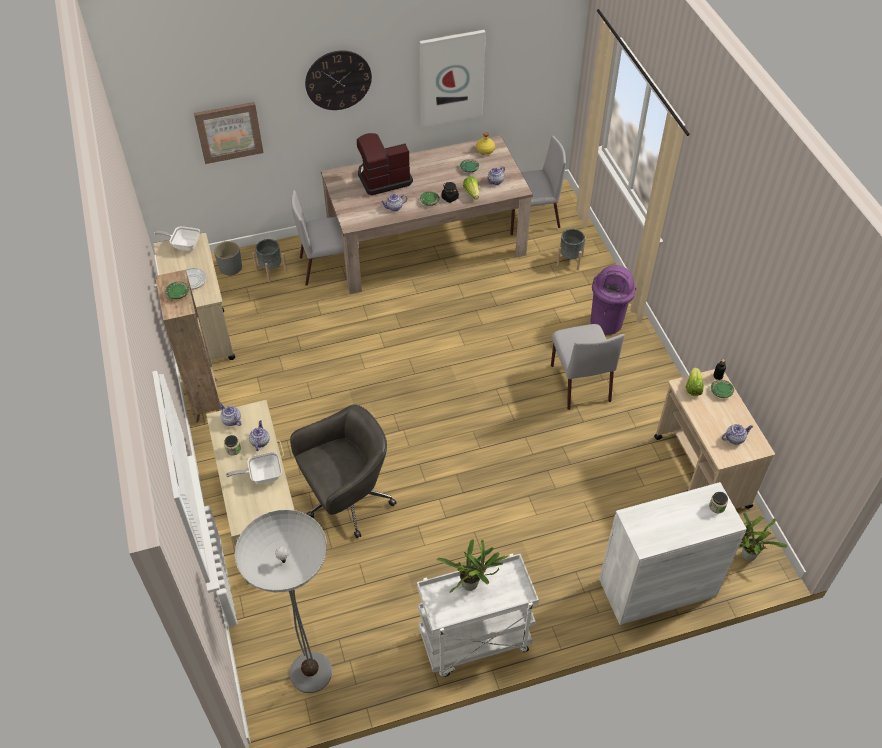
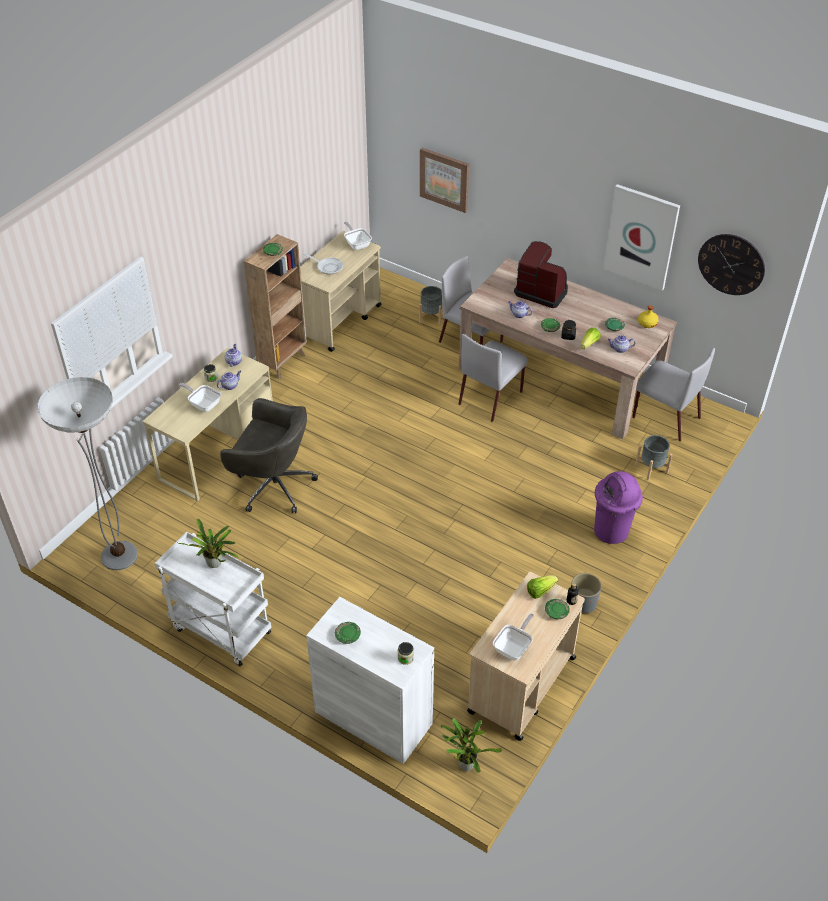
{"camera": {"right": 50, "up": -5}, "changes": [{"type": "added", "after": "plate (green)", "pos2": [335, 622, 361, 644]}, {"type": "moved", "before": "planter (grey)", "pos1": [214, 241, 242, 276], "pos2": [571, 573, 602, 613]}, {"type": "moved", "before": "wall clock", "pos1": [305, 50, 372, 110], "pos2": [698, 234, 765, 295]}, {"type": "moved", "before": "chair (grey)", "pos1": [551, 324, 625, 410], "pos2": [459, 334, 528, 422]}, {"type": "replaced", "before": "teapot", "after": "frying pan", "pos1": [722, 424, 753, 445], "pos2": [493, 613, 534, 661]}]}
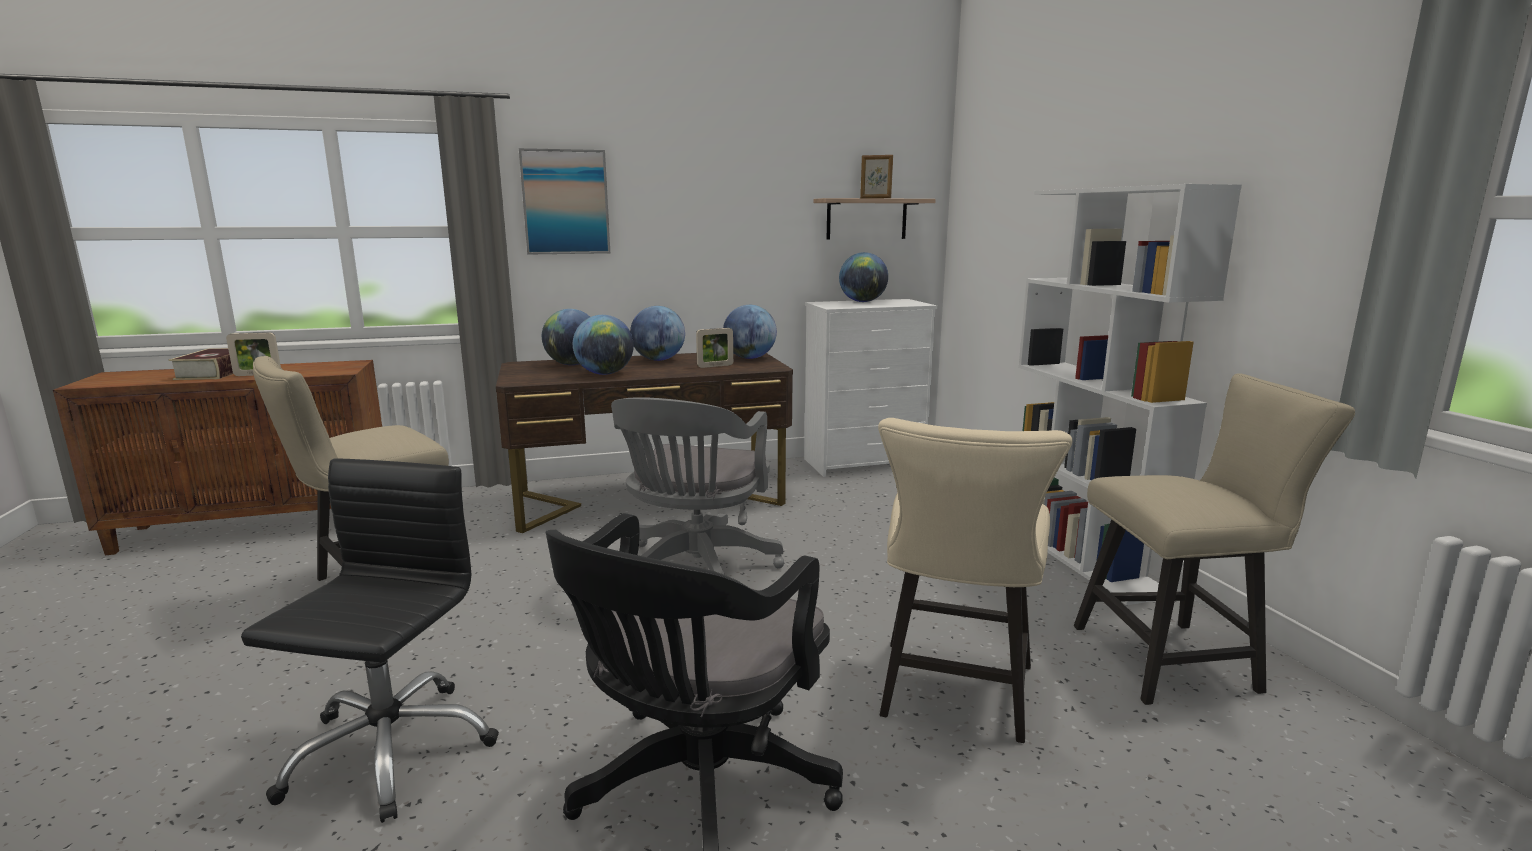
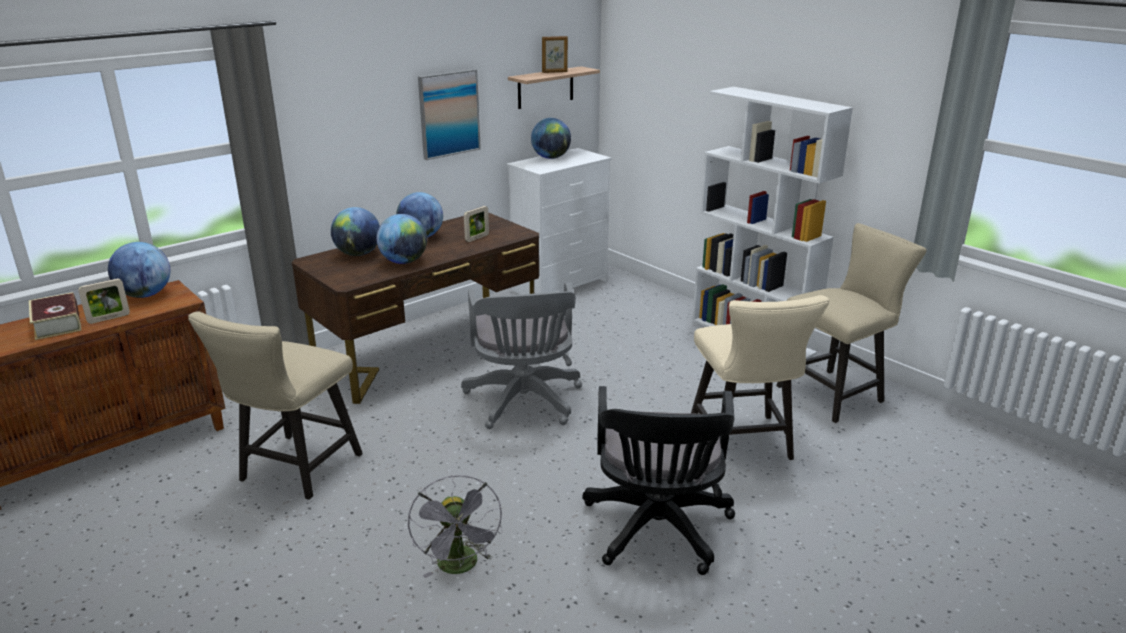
{"camera": {"right": -25, "up": 10}, "changes": [{"type": "moved", "before": "picture", "pos1": [519, 148, 610, 255], "pos2": [418, 69, 481, 160]}, {"type": "moved", "before": "globe", "pos1": [723, 305, 777, 359], "pos2": [108, 242, 170, 298]}, {"type": "replaced", "before": "office chair (black)", "after": "fan (grey)", "pos1": [241, 458, 499, 823], "pos2": [408, 475, 502, 578]}]}
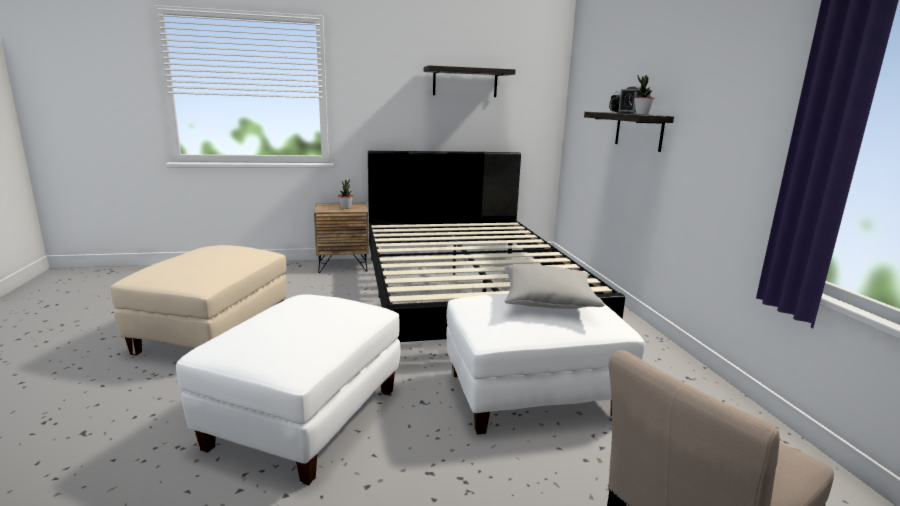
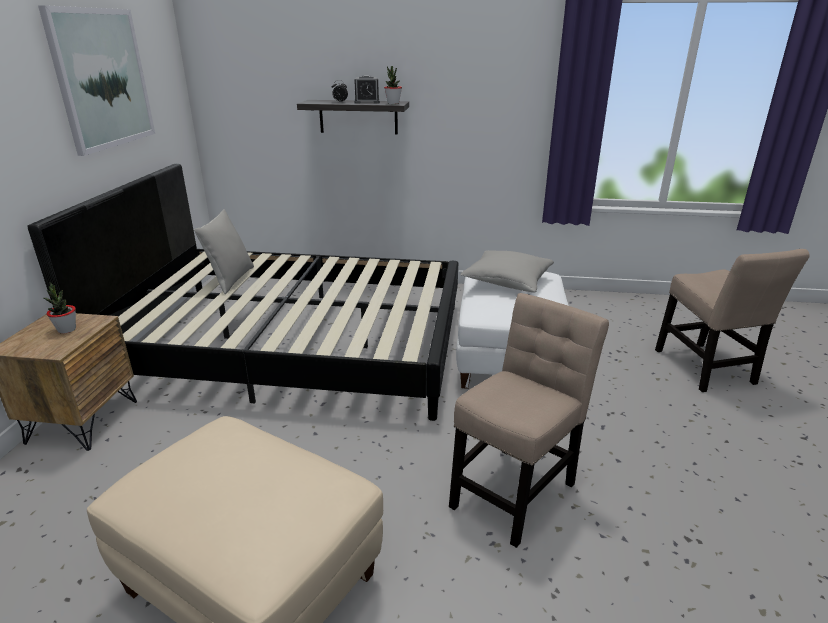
{"camera": {"right": -70, "up": 10}, "changes": [{"type": "added", "after": "pillow (grey)", "pos2": [194, 209, 254, 294]}, {"type": "replaced", "before": "ottoman (white)", "after": "chair (beige)", "pos1": [176, 295, 401, 485], "pos2": [449, 293, 609, 548]}, {"type": "replaced", "before": "shelf", "after": "picture", "pos1": [424, 65, 516, 97], "pos2": [38, 5, 155, 156]}]}
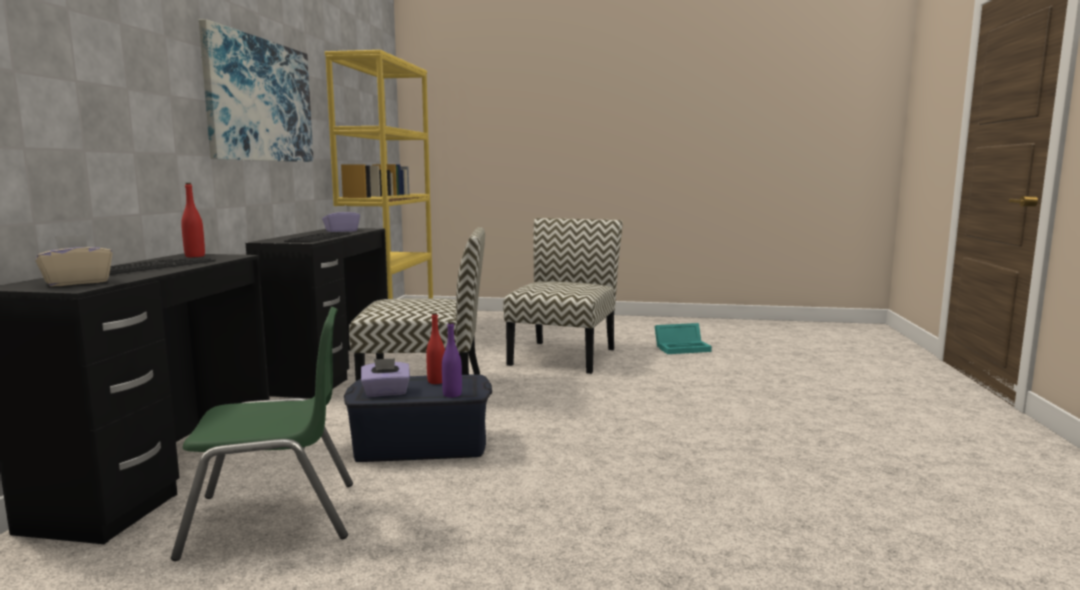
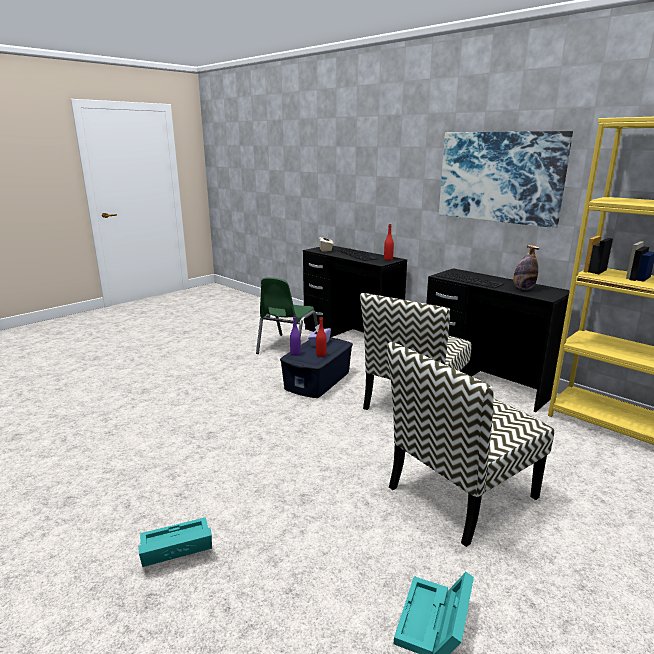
{"camera": {"right": 125, "up": 10}, "changes": [{"type": "added", "after": "storage box (turquoise)", "pos2": [138, 517, 212, 567]}, {"type": "replaced", "before": "tissue box (purple)", "after": "bottle", "pos1": [322, 205, 360, 232], "pos2": [513, 245, 539, 290]}, {"type": "turned", "before": "chair", "pos1": [504, 218, 623, 374], "pos2": [387, 342, 554, 547], "turn": 90}]}
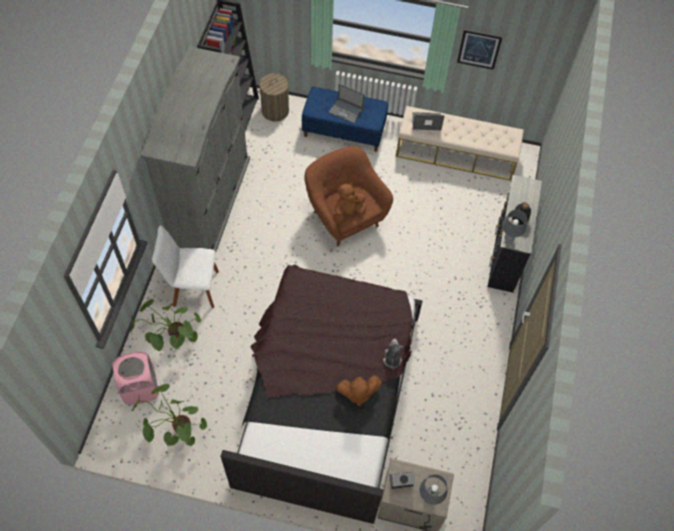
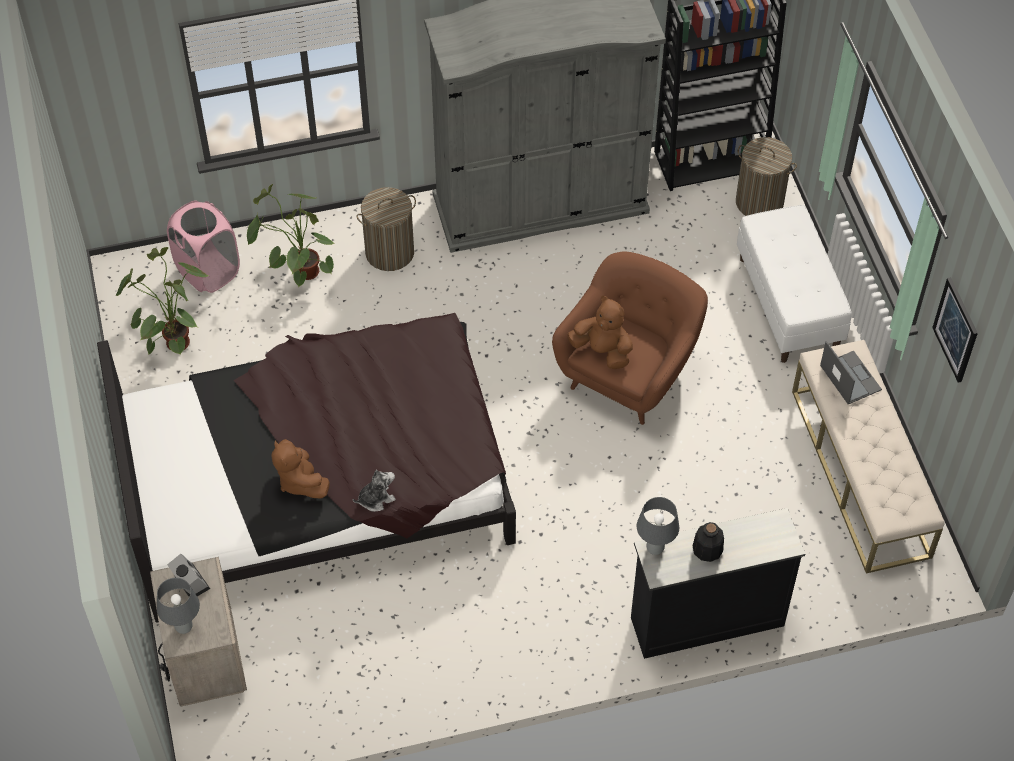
{"camera": {"right": 65, "up": -5}, "changes": [{"type": "removed", "before": "laptop", "pos1": [329, 84, 365, 123]}, {"type": "replaced", "before": "chair (white)", "after": "laundry basket", "pos1": [152, 225, 219, 308], "pos2": [356, 187, 416, 271]}, {"type": "recoloured", "before": "bench (blue)", "after": "bench (white)", "pos1": [302, 87, 388, 152], "pos2": [737, 205, 852, 363]}]}
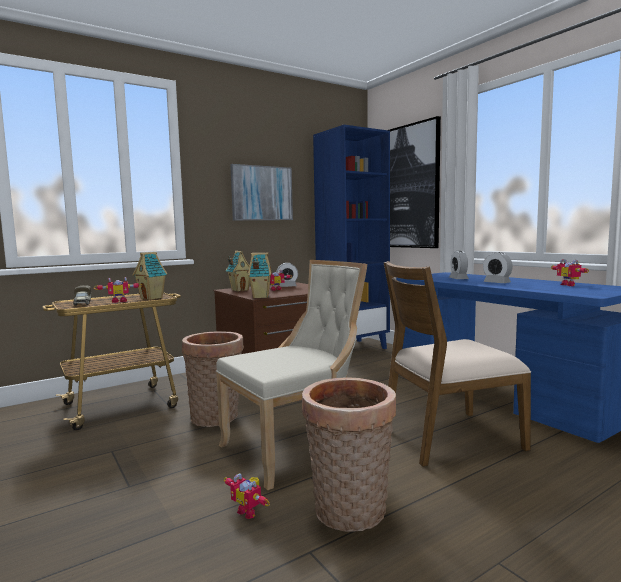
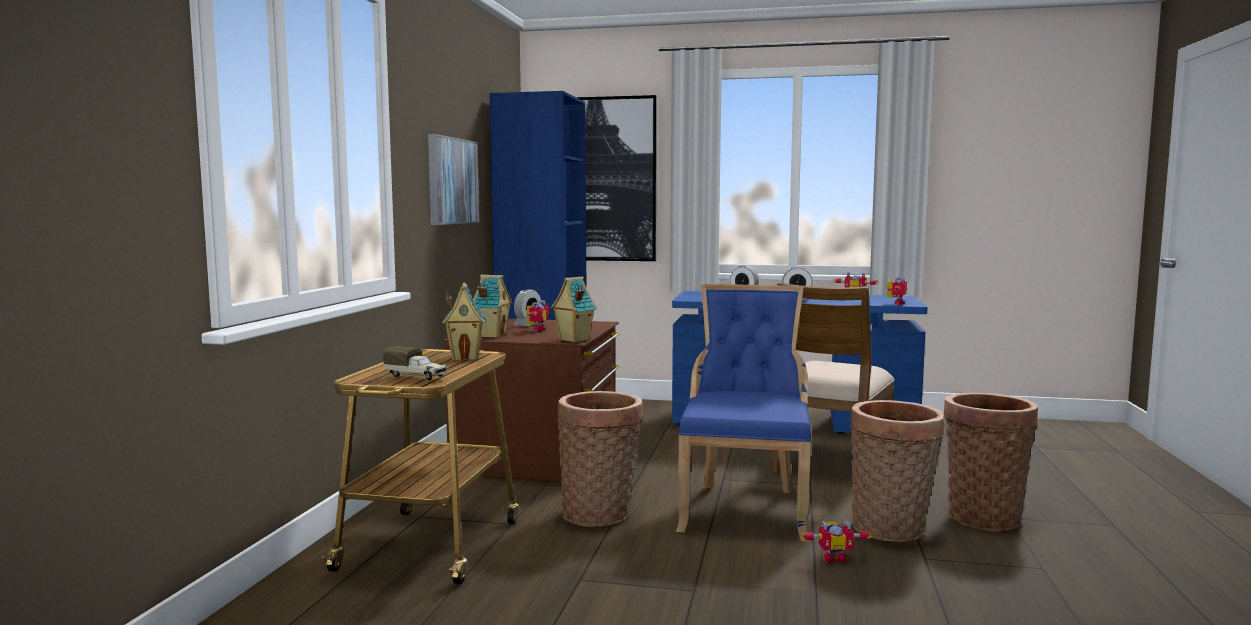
{"camera": {"right": -45, "up": 0}, "changes": [{"type": "added", "after": "basket", "pos2": [944, 393, 1038, 532]}, {"type": "moved", "before": "toy robot", "pos1": [94, 277, 142, 303], "pos2": [887, 276, 907, 305]}, {"type": "recoloured", "before": "chair (beige)", "after": "chair (blue)", "pos1": [216, 260, 367, 490], "pos2": [676, 284, 812, 542]}]}
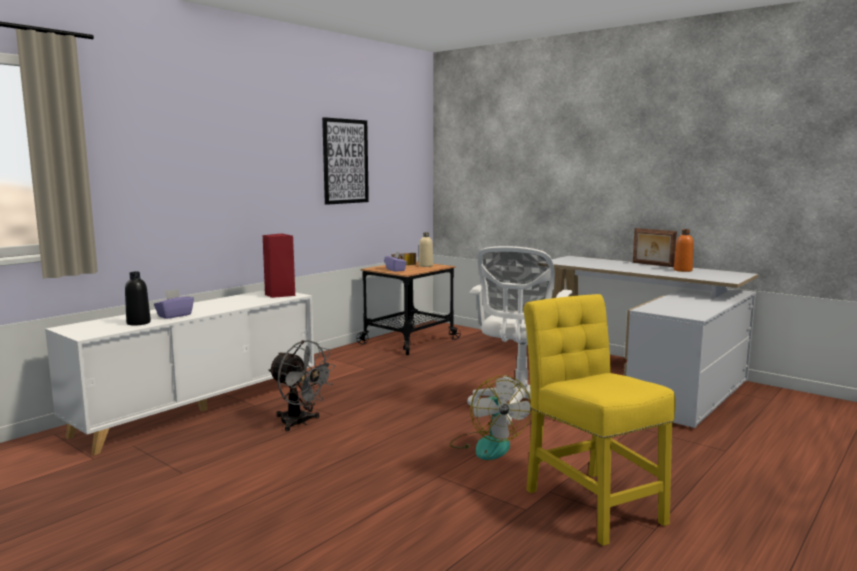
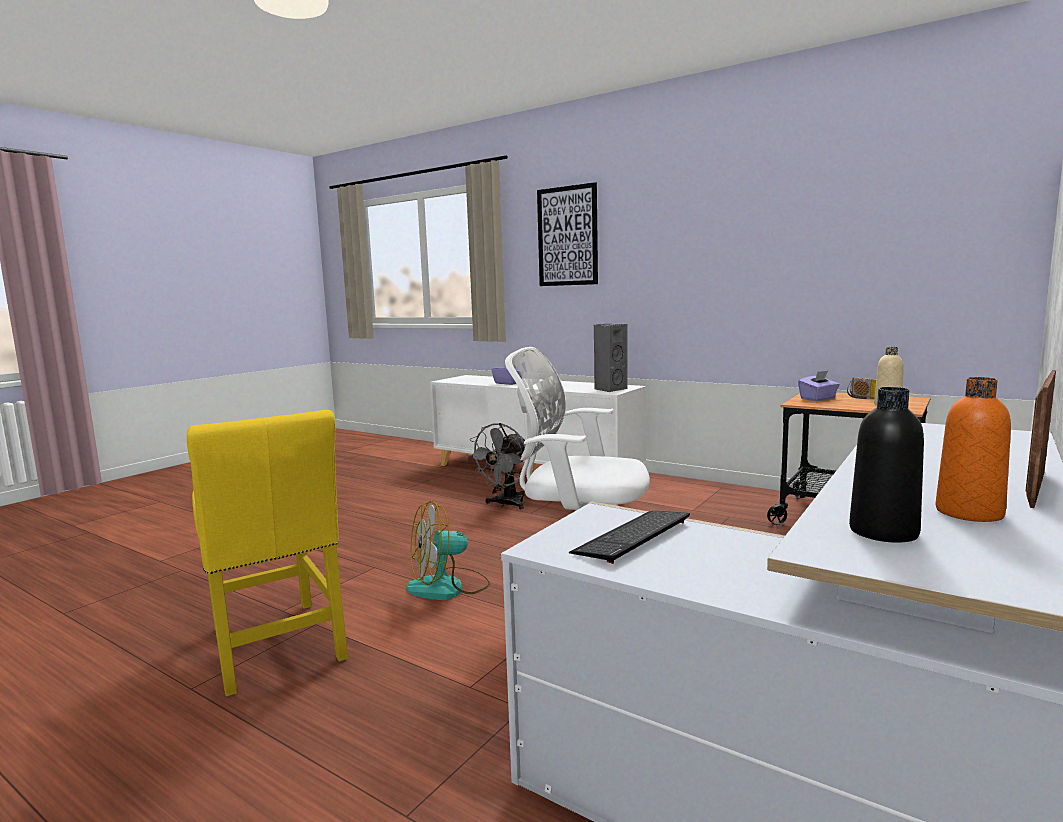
{"camera": {"right": 85, "up": 0}, "changes": [{"type": "added", "after": "keyboard", "pos2": [569, 511, 690, 564]}, {"type": "moved", "before": "bottle (black)", "pos1": [125, 272, 151, 326], "pos2": [849, 387, 924, 542]}, {"type": "moved", "before": "picture", "pos1": [322, 117, 369, 205], "pos2": [537, 182, 598, 286]}, {"type": "recoloured", "before": "speaker (red)", "after": "speaker (grey)", "pos1": [263, 233, 295, 298], "pos2": [594, 324, 628, 392]}, {"type": "turned", "before": "chair (yellow)", "pos1": [524, 294, 676, 546], "pos2": [187, 410, 348, 697], "turn": 90}]}
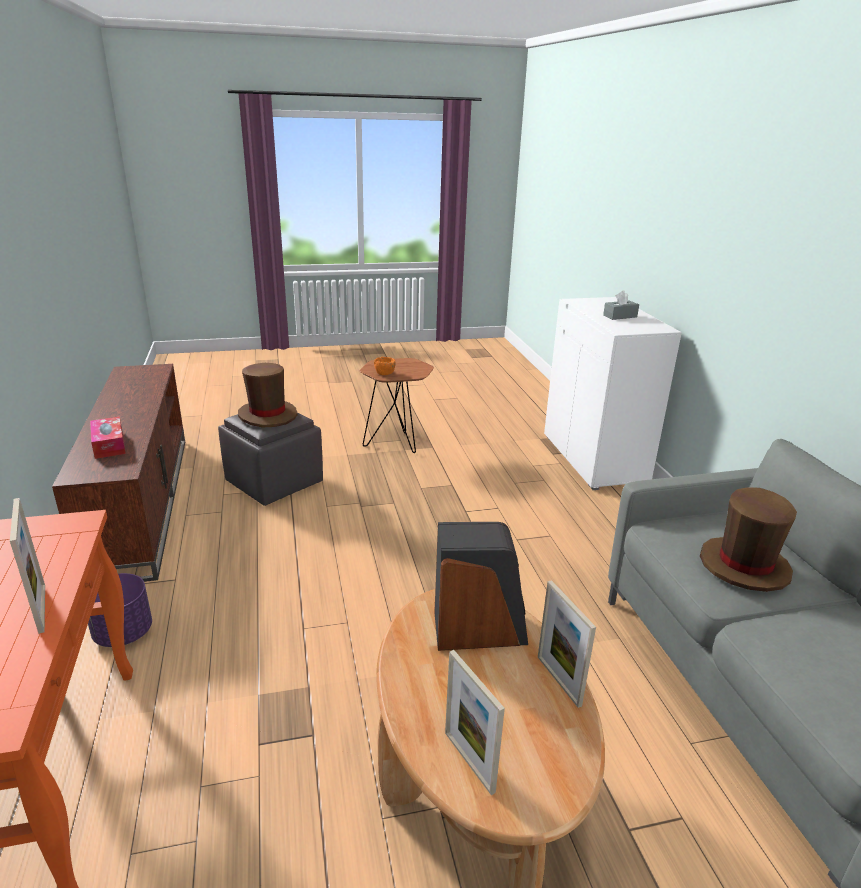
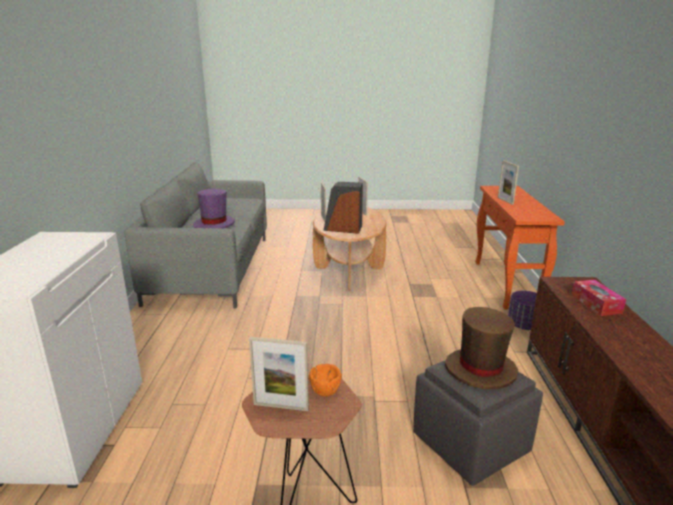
{"camera": {"right": -165, "up": -5}, "changes": [{"type": "removed", "before": "tissue box (grey)", "pos1": [603, 291, 639, 320]}, {"type": "added", "after": "picture frame", "pos2": [249, 337, 309, 411]}, {"type": "recoloured", "before": "hat (brown)", "after": "hat (purple)", "pos1": [700, 487, 797, 592], "pos2": [193, 188, 235, 228]}]}
